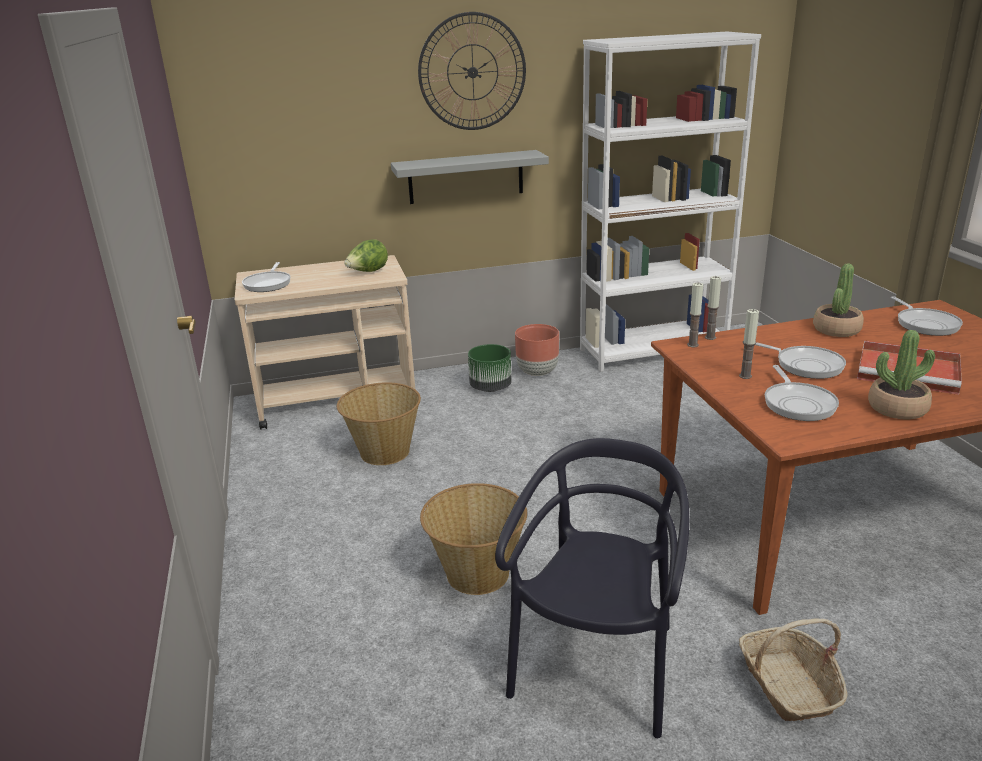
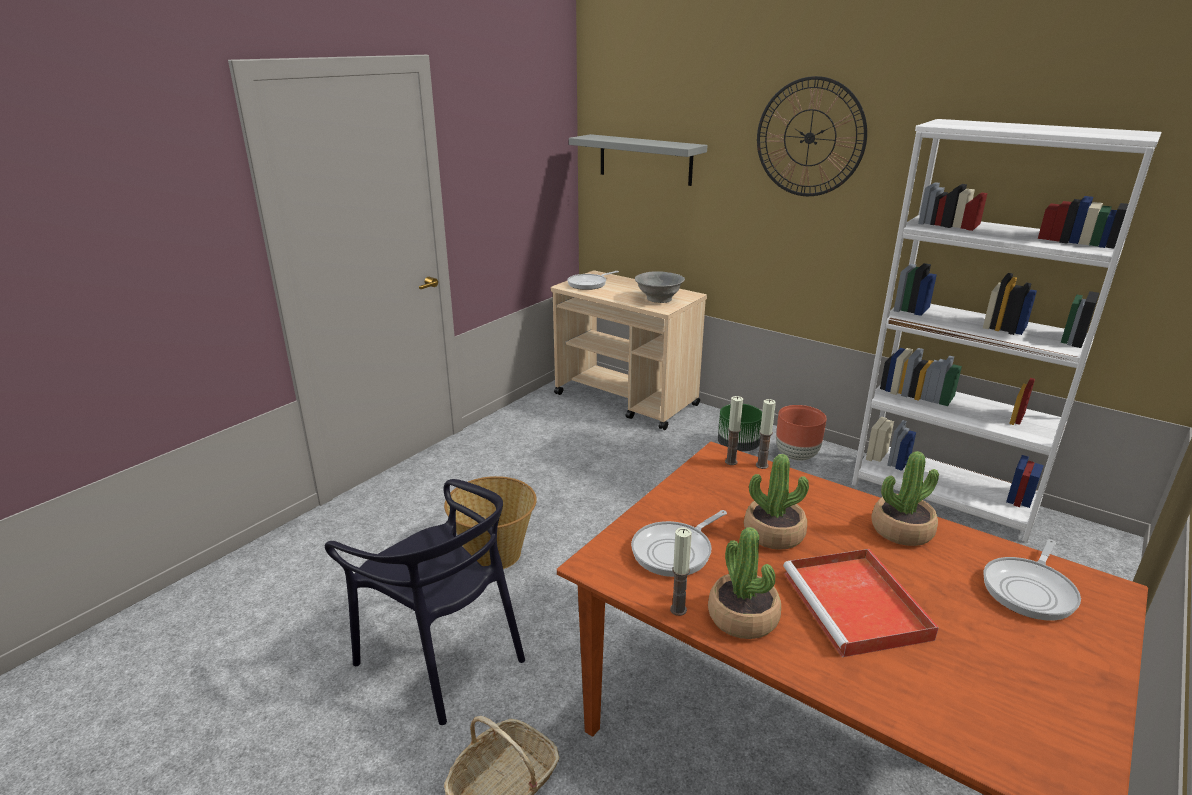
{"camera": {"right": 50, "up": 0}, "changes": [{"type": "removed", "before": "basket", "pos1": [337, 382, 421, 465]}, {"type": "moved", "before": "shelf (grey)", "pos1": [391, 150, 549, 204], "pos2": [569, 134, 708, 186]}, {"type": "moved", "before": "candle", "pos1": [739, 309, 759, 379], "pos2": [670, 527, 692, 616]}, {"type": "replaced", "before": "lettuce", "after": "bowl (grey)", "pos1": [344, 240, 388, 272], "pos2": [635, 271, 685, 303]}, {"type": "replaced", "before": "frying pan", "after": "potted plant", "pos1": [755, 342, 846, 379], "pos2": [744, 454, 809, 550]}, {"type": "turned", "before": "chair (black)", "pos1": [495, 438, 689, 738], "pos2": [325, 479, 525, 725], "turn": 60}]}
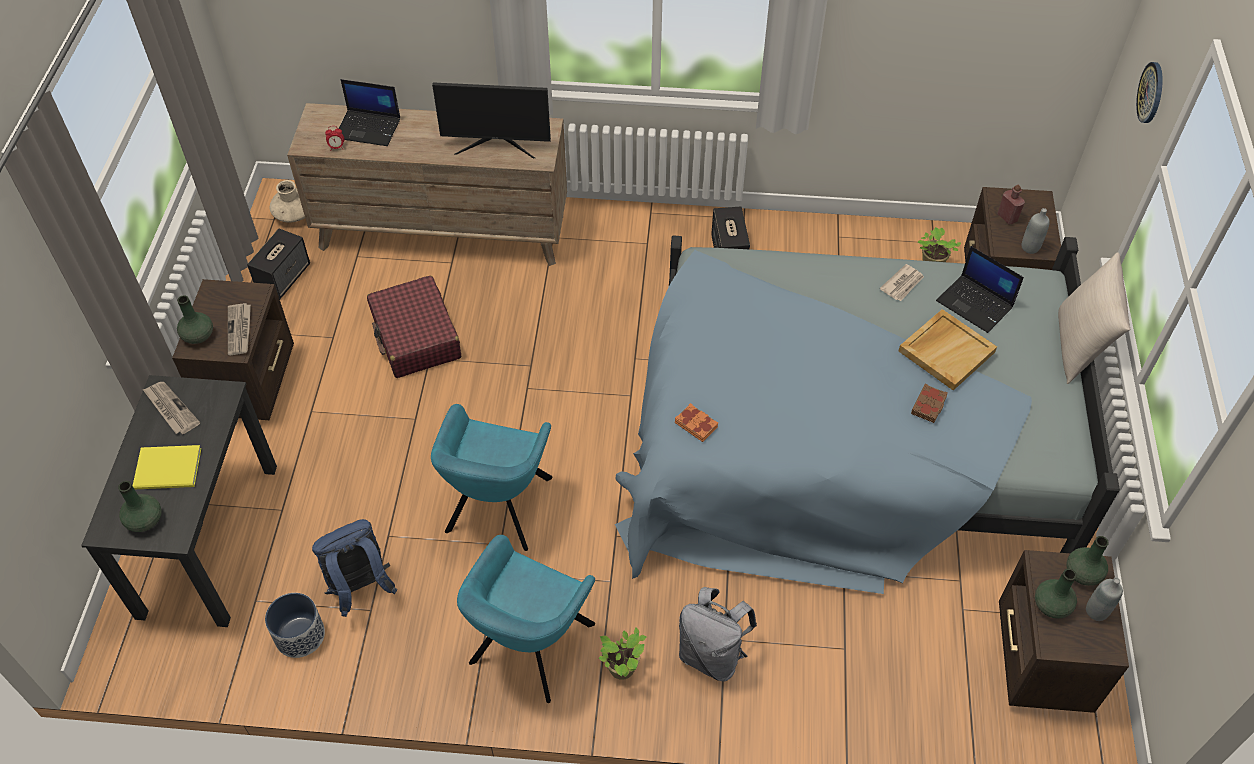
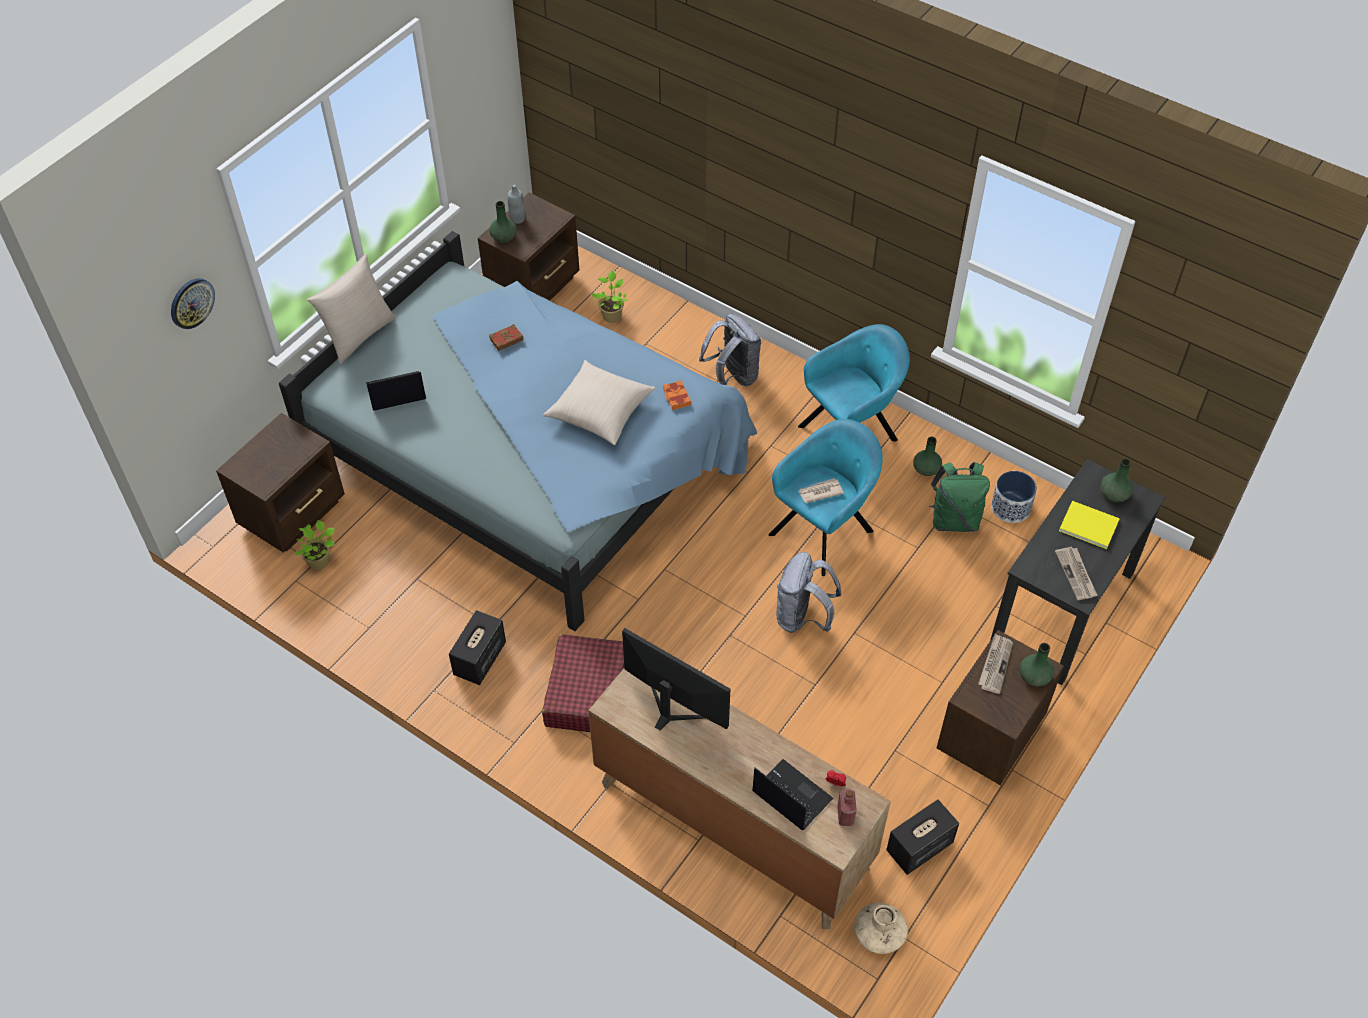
{"camera": {"right": -150, "up": 0}, "changes": [{"type": "removed", "before": "tray (beige)", "pos1": [899, 309, 997, 390]}, {"type": "removed", "before": "bottle (grey)", "pos1": [1021, 208, 1050, 254]}, {"type": "added", "after": "pillow (beige)", "pos2": [543, 360, 655, 445]}, {"type": "added", "after": "backpack (grey)", "pos2": [777, 552, 841, 633]}, {"type": "moved", "before": "suitcase (red)", "pos1": [367, 276, 461, 378], "pos2": [542, 634, 624, 732]}, {"type": "moved", "before": "potted plant", "pos1": [599, 628, 647, 680], "pos2": [591, 270, 627, 323]}, {"type": "moved", "before": "newspaper", "pos1": [880, 264, 924, 301], "pos2": [798, 479, 844, 503]}, {"type": "moved", "before": "bottle (red)", "pos1": [997, 185, 1025, 224], "pos2": [837, 789, 857, 826]}, {"type": "moved", "before": "vase (green)", "pos1": [1035, 569, 1077, 618], "pos2": [913, 437, 942, 476]}, {"type": "recoloured", "before": "backpack (blue)", "after": "backpack (green)", "pos1": [312, 519, 398, 617], "pos2": [929, 462, 990, 532]}, {"type": "turned", "before": "laptop", "pos1": [936, 246, 1024, 333], "pos2": [366, 371, 426, 410], "turn": -90}]}
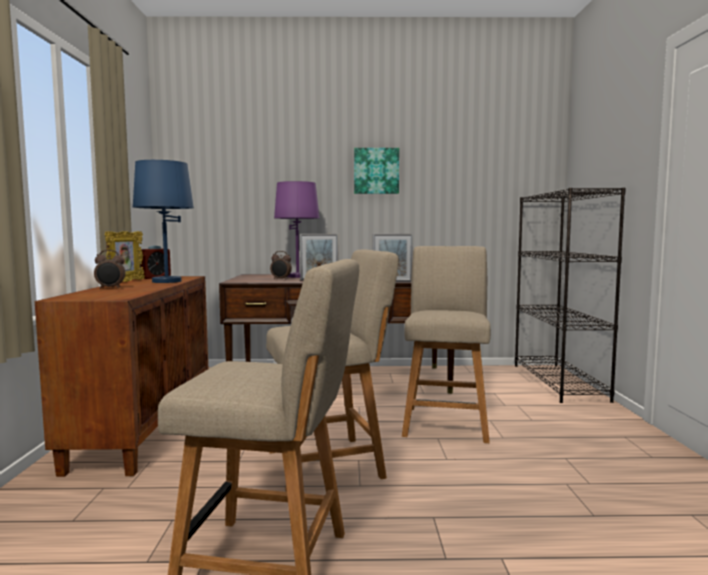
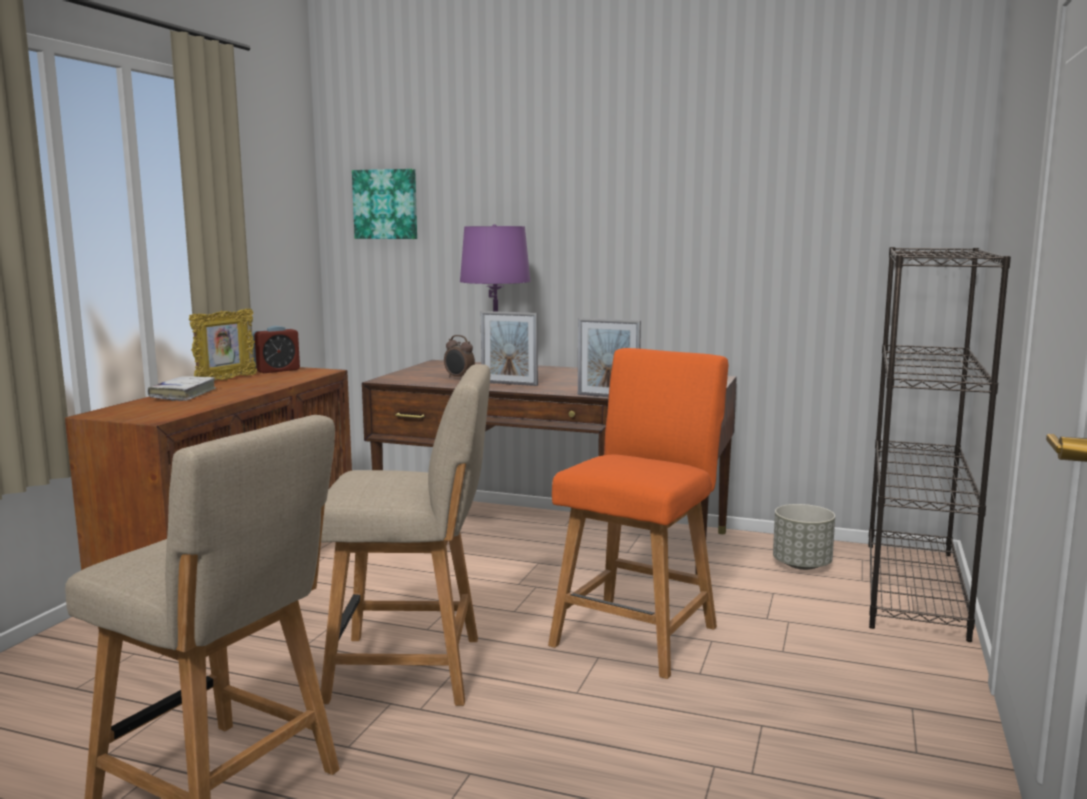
{"camera": {"right": 20, "up": 5}, "changes": [{"type": "removed", "before": "table lamp (blue)", "pos1": [133, 160, 194, 283]}, {"type": "added", "after": "planter (grey)", "pos2": [773, 504, 835, 570]}, {"type": "moved", "before": "picture", "pos1": [354, 148, 399, 194], "pos2": [352, 169, 417, 239]}, {"type": "replaced", "before": "alarm clock", "after": "book (white)", "pos1": [94, 250, 125, 289], "pos2": [148, 376, 216, 401]}, {"type": "recoloured", "before": "chair (beige)", "after": "chair (orange)", "pos1": [402, 246, 491, 443], "pos2": [548, 348, 728, 679]}]}
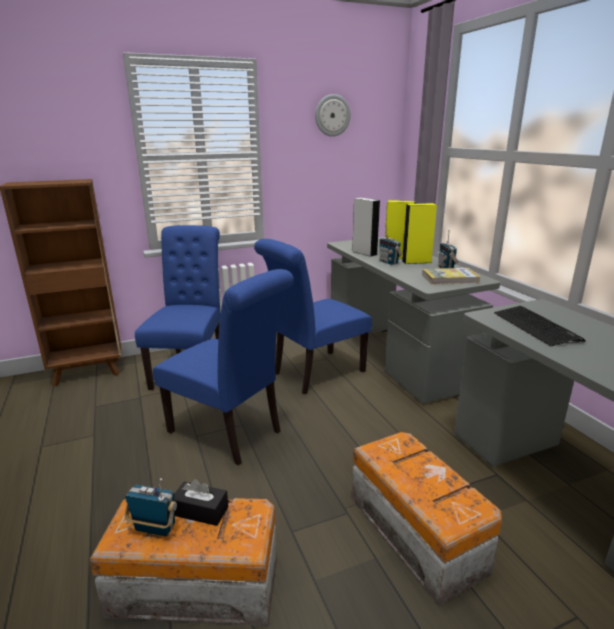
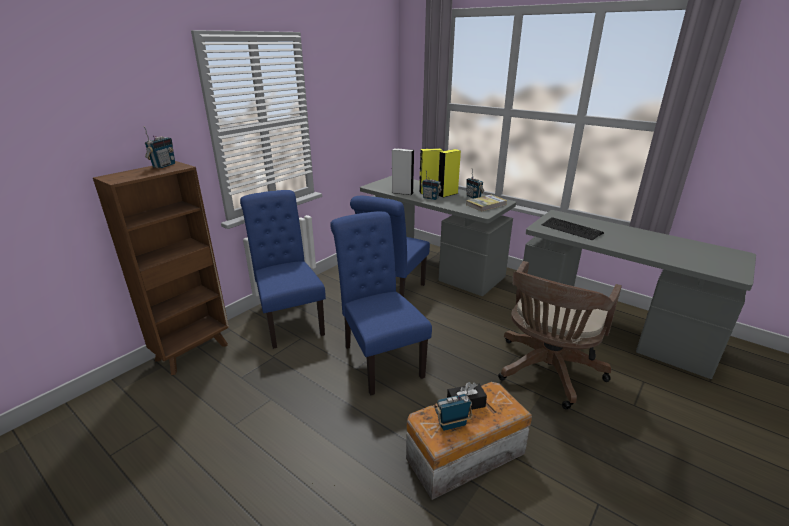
{"camera": {"right": -30, "up": 5}, "changes": [{"type": "removed", "before": "wall clock", "pos1": [315, 94, 351, 137]}, {"type": "added", "after": "radio", "pos2": [143, 126, 175, 168]}, {"type": "replaced", "before": "storage box", "after": "office chair (brown)", "pos1": [352, 432, 502, 606], "pos2": [498, 261, 622, 409]}, {"type": "turned", "before": "chair (blue)", "pos1": [153, 269, 294, 466], "pos2": [330, 211, 432, 395], "turn": -120}]}
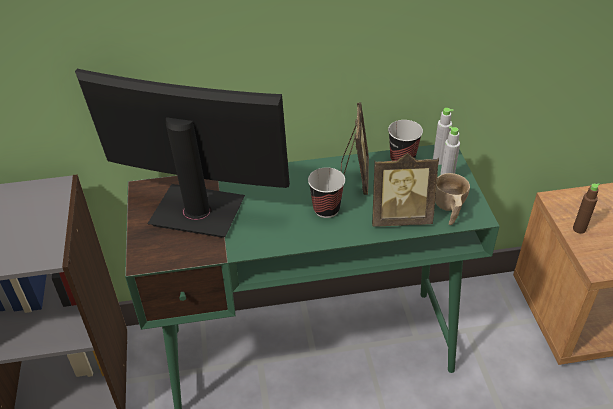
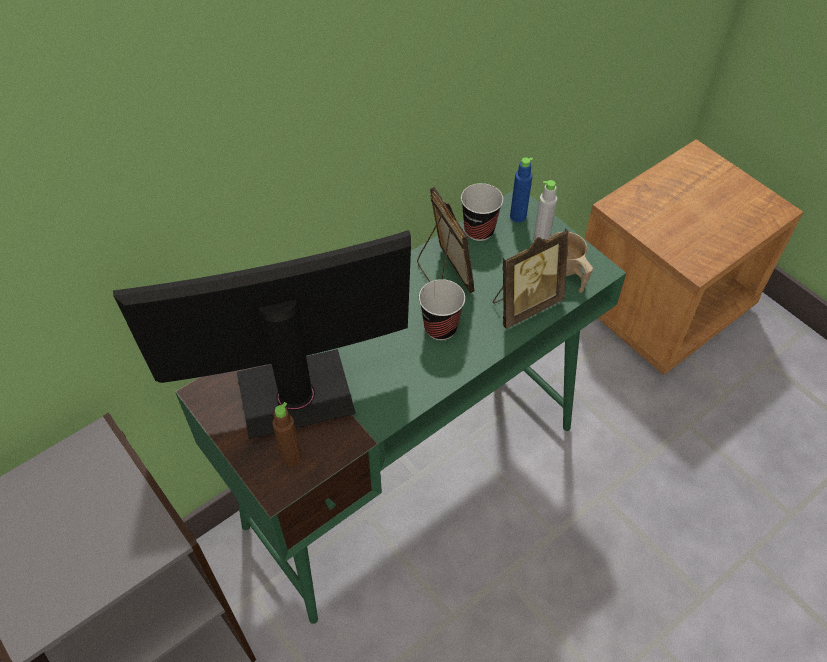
{"camera": {"right": -30, "up": 10}, "changes": [{"type": "moved", "before": "bottle (brown)", "pos1": [573, 183, 600, 234], "pos2": [272, 402, 302, 466]}, {"type": "recoloured", "before": "bottle (grey)", "after": "bottle (blue)", "pos1": [433, 108, 453, 165], "pos2": [510, 158, 533, 223]}]}
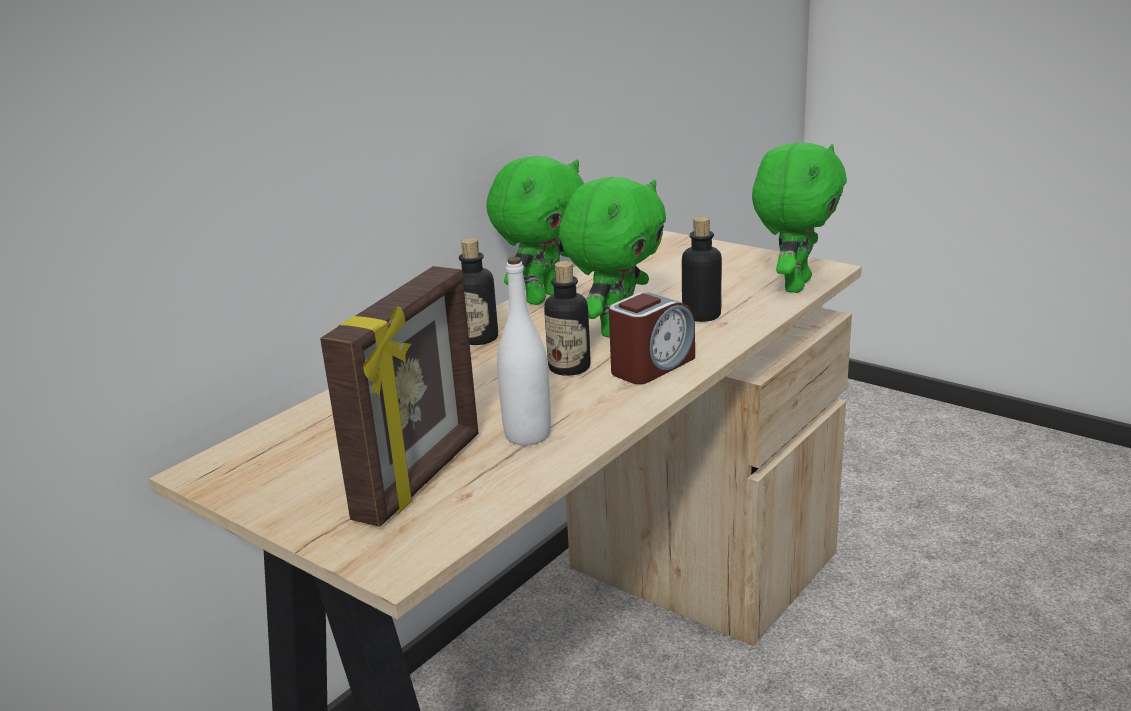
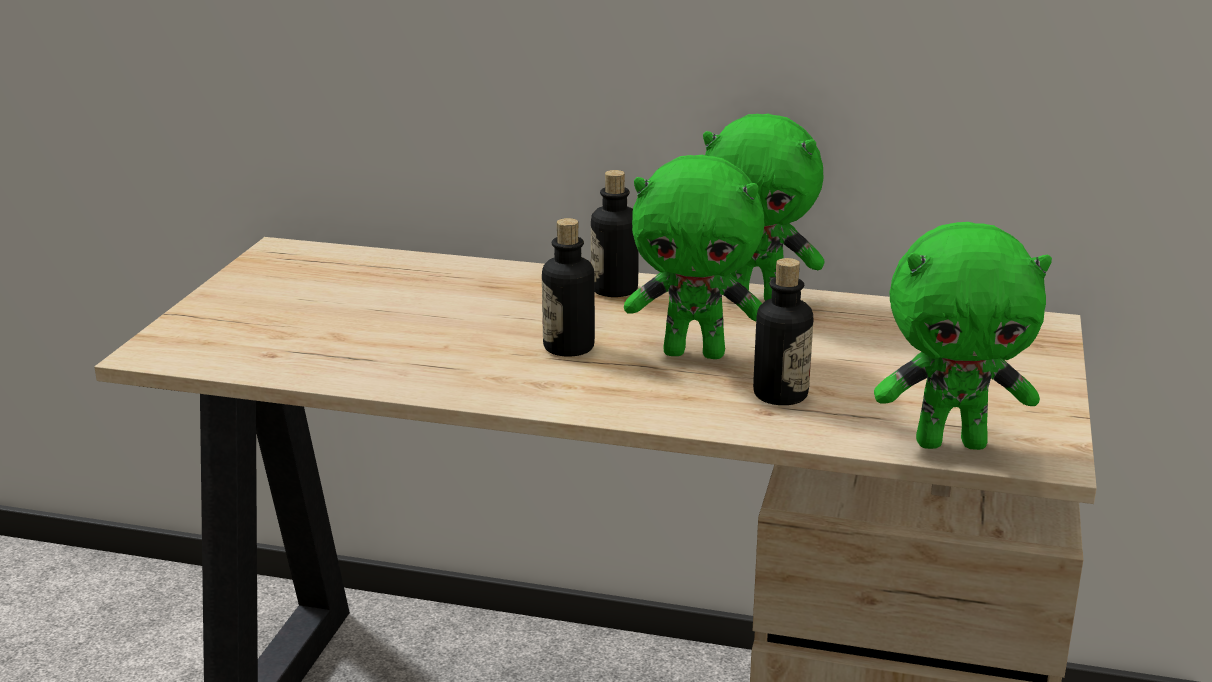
{"camera": {"right": 65, "up": 0}, "changes": [{"type": "removed", "before": "picture frame", "pos1": [320, 266, 478, 527]}, {"type": "removed", "before": "bottle (white)", "pos1": [497, 257, 551, 445]}, {"type": "removed", "before": "alarm clock", "pos1": [609, 292, 695, 384]}]}
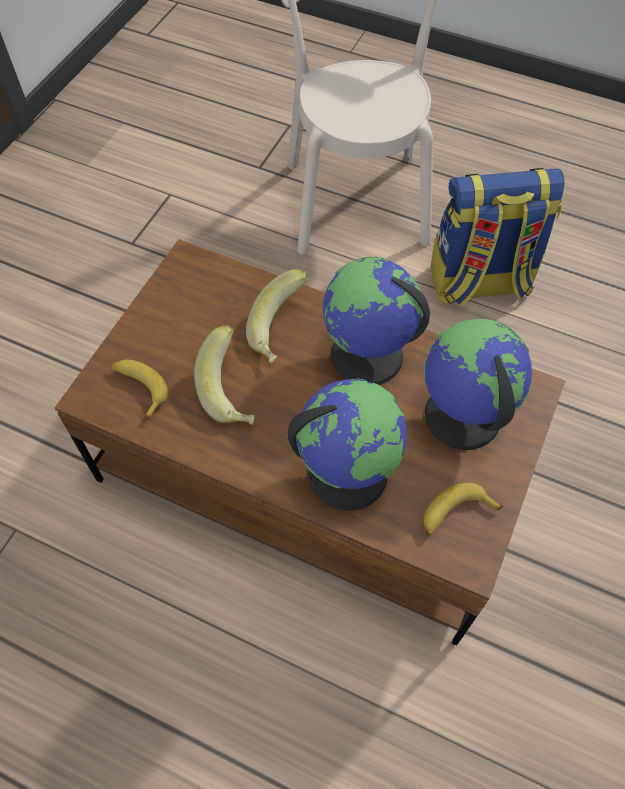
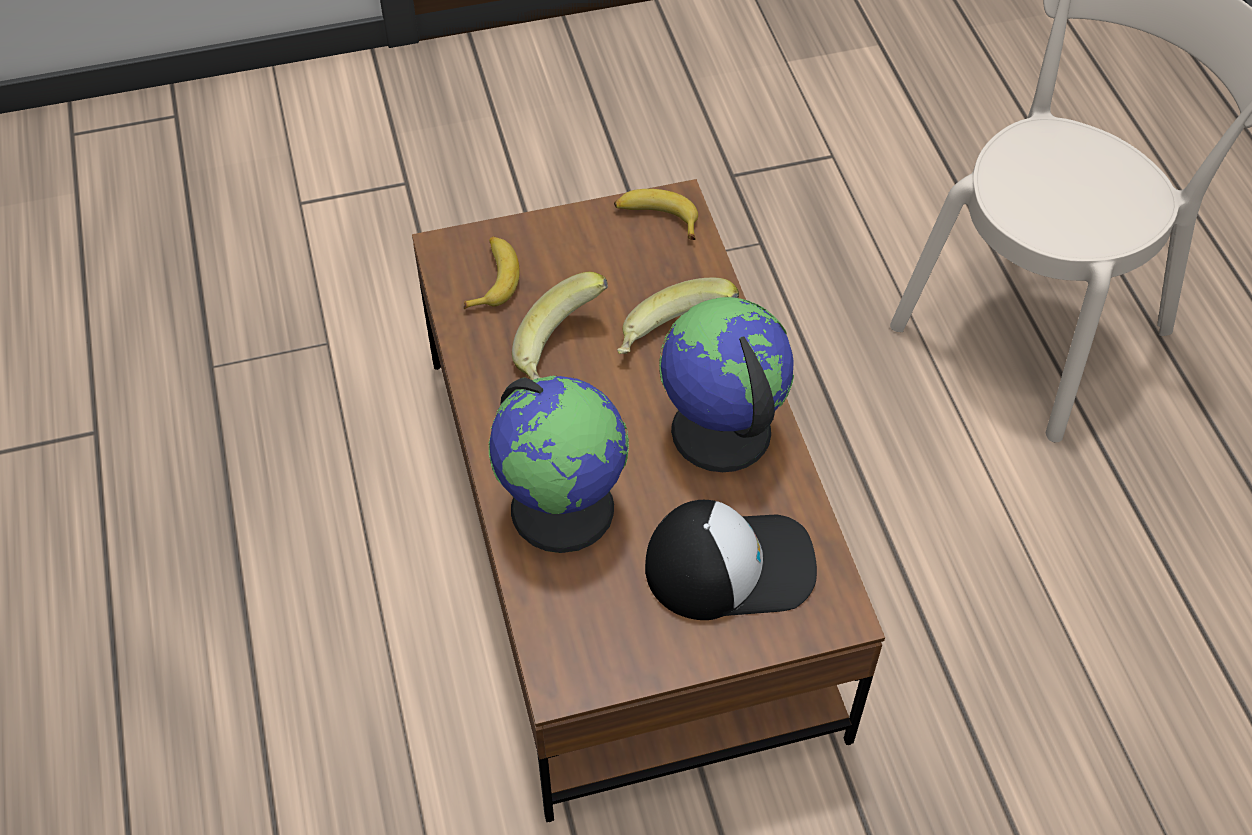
{"camera": {"right": 50, "up": -5}, "changes": [{"type": "removed", "before": "backpack", "pos1": [431, 168, 565, 307]}, {"type": "moved", "before": "banana", "pos1": [424, 482, 503, 535], "pos2": [614, 189, 698, 240]}, {"type": "replaced", "before": "globe", "after": "cap", "pos1": [424, 319, 532, 450], "pos2": [645, 500, 817, 620]}]}
